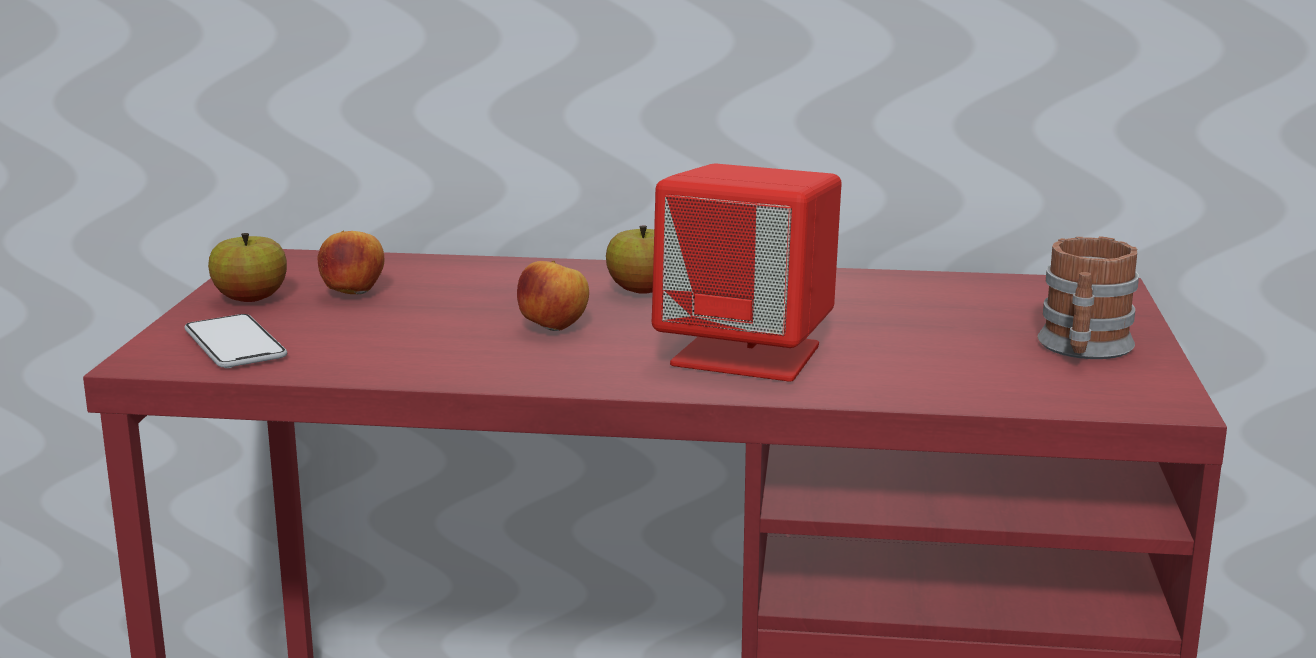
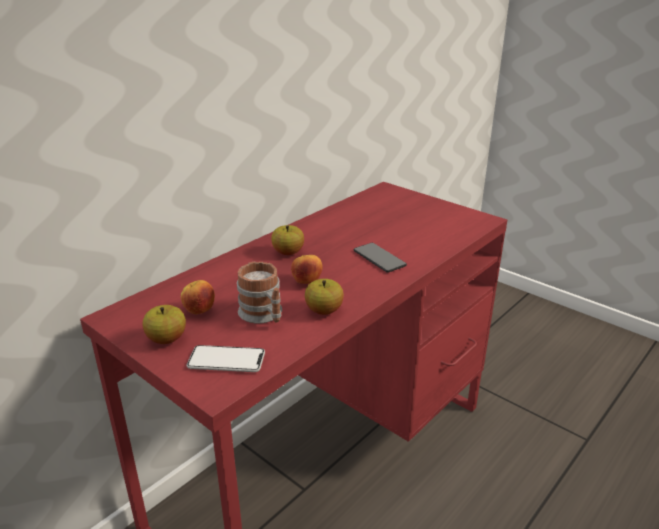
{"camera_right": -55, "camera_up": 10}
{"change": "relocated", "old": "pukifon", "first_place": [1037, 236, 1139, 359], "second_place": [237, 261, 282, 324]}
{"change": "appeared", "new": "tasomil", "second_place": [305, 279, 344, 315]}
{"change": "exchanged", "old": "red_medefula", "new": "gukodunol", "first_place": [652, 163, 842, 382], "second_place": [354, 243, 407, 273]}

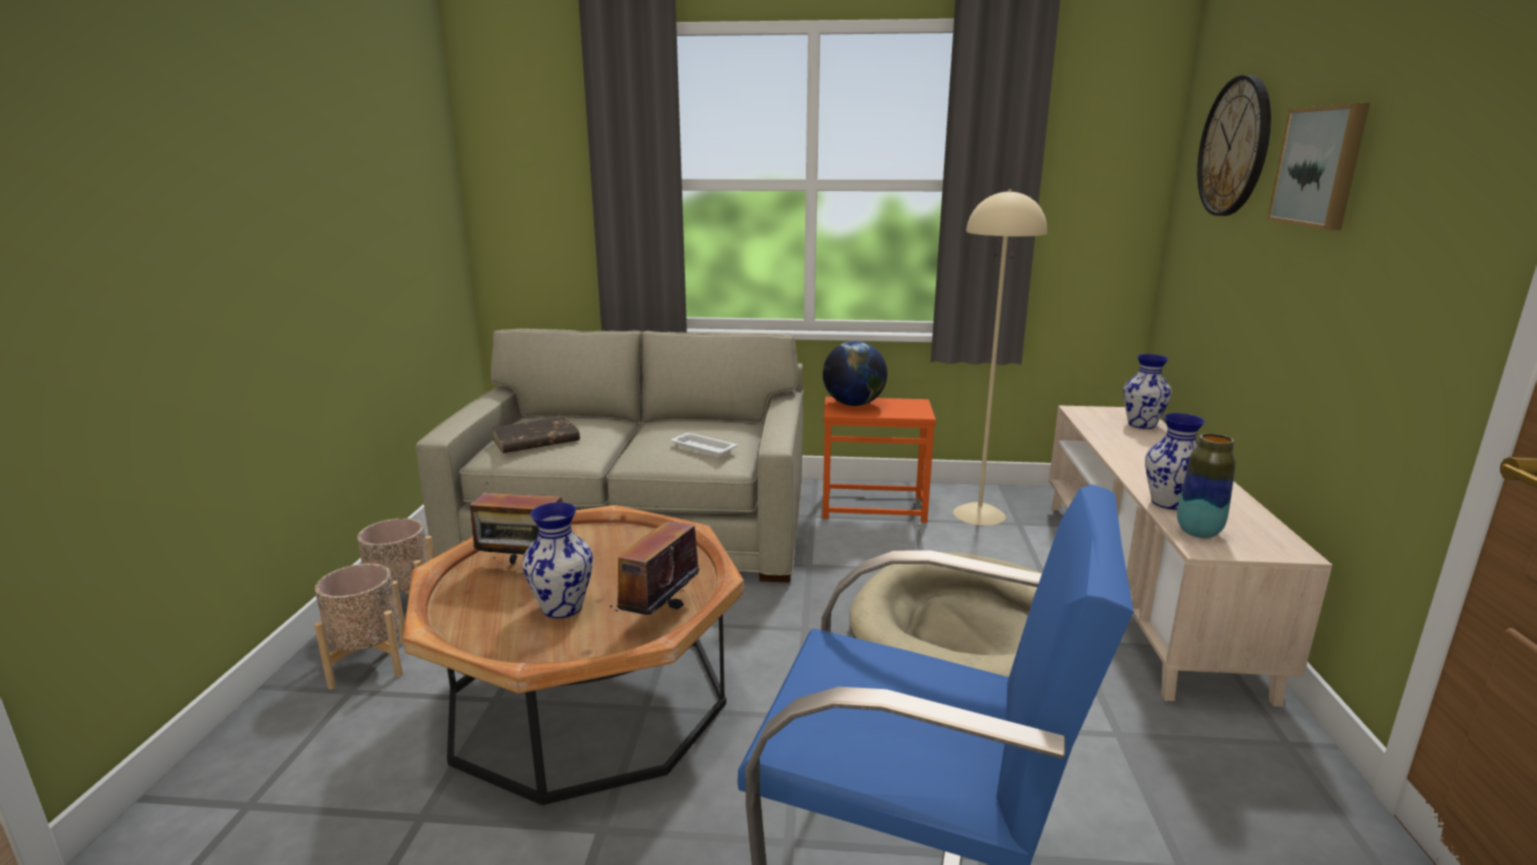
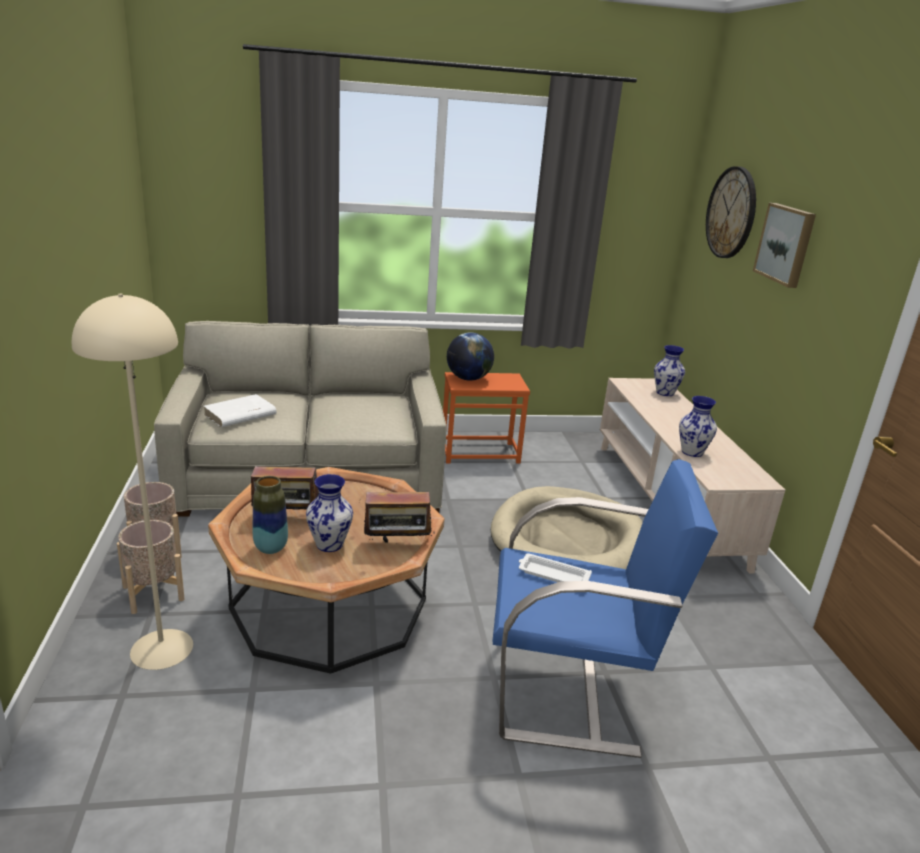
{"camera_right": -15, "camera_up": 5}
{"change": "relocated", "old": "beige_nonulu", "first_place": [953, 189, 1047, 526], "second_place": [72, 294, 193, 670]}
{"change": "colour", "old": "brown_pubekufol", "new": "white_pubekufol", "first_place": [491, 416, 580, 453], "second_place": [204, 394, 276, 427]}
{"change": "relocated", "old": "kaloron", "first_place": [1177, 433, 1236, 538], "second_place": [253, 476, 288, 554]}
{"change": "spun", "old": "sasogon", "first_place": [611, 505, 705, 615], "second_place": [364, 487, 435, 543], "degrees": -105}
{"change": "relocated", "old": "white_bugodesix", "first_place": [671, 433, 738, 456], "second_place": [519, 553, 592, 582]}

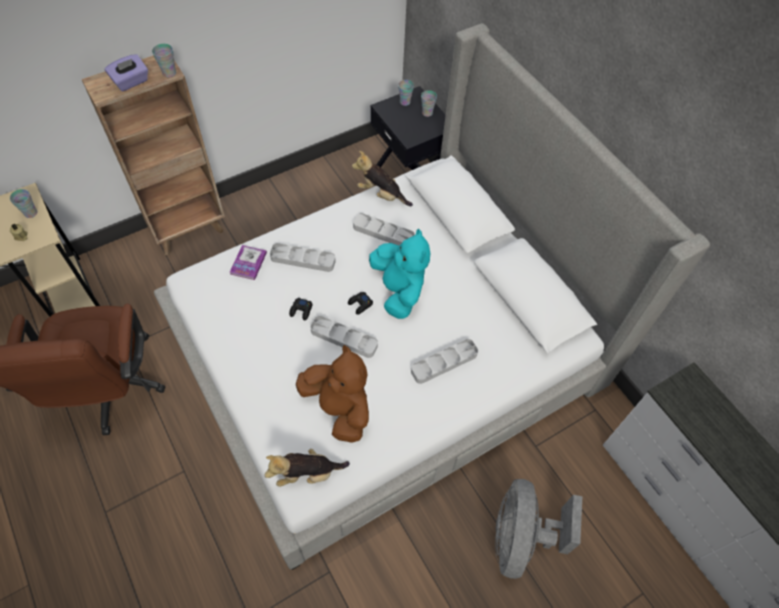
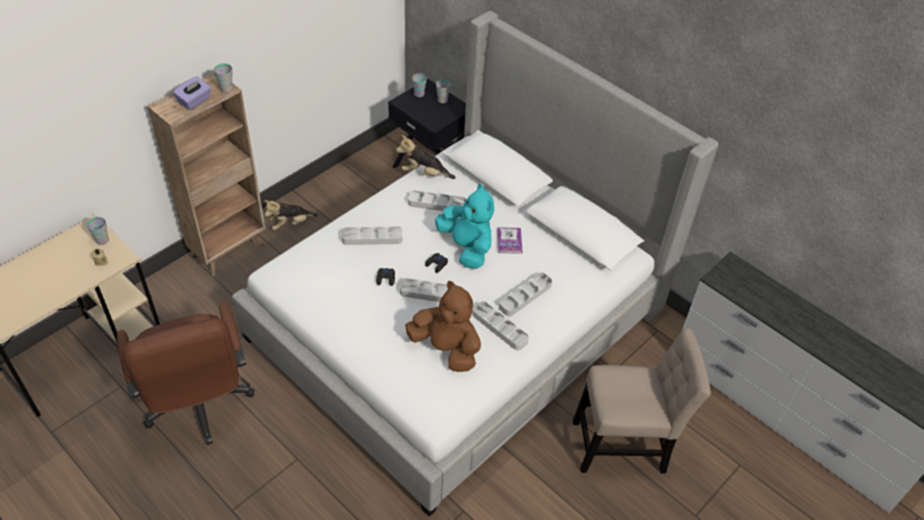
{"camera_right": -15, "camera_up": -10}
{"change": "relocated", "old": "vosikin", "first_place": [265, 449, 350, 487], "second_place": [264, 200, 318, 230]}
{"change": "appeared", "new": "grey_bugodesix", "second_place": [472, 301, 529, 351]}
{"change": "relocated", "old": "pubekufol", "first_place": [230, 245, 267, 280], "second_place": [497, 227, 522, 254]}
{"change": "exchanged", "old": "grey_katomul", "new": "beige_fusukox", "first_place": [495, 479, 582, 579], "second_place": [573, 328, 711, 474]}

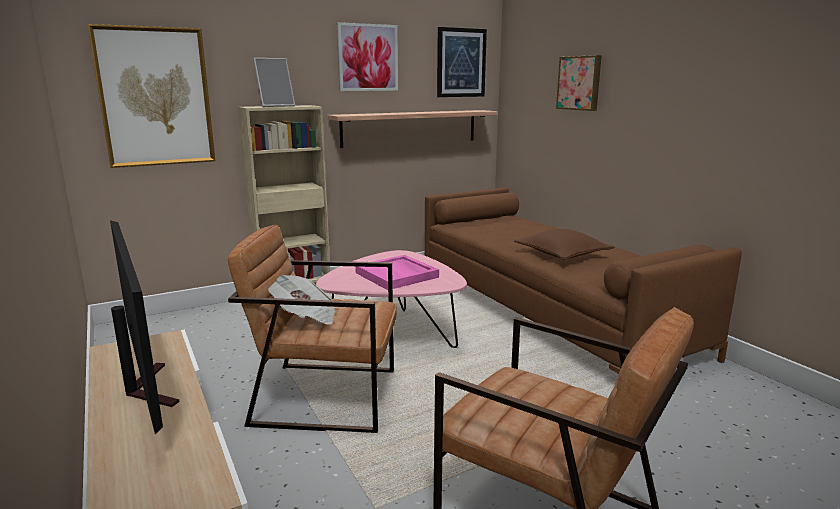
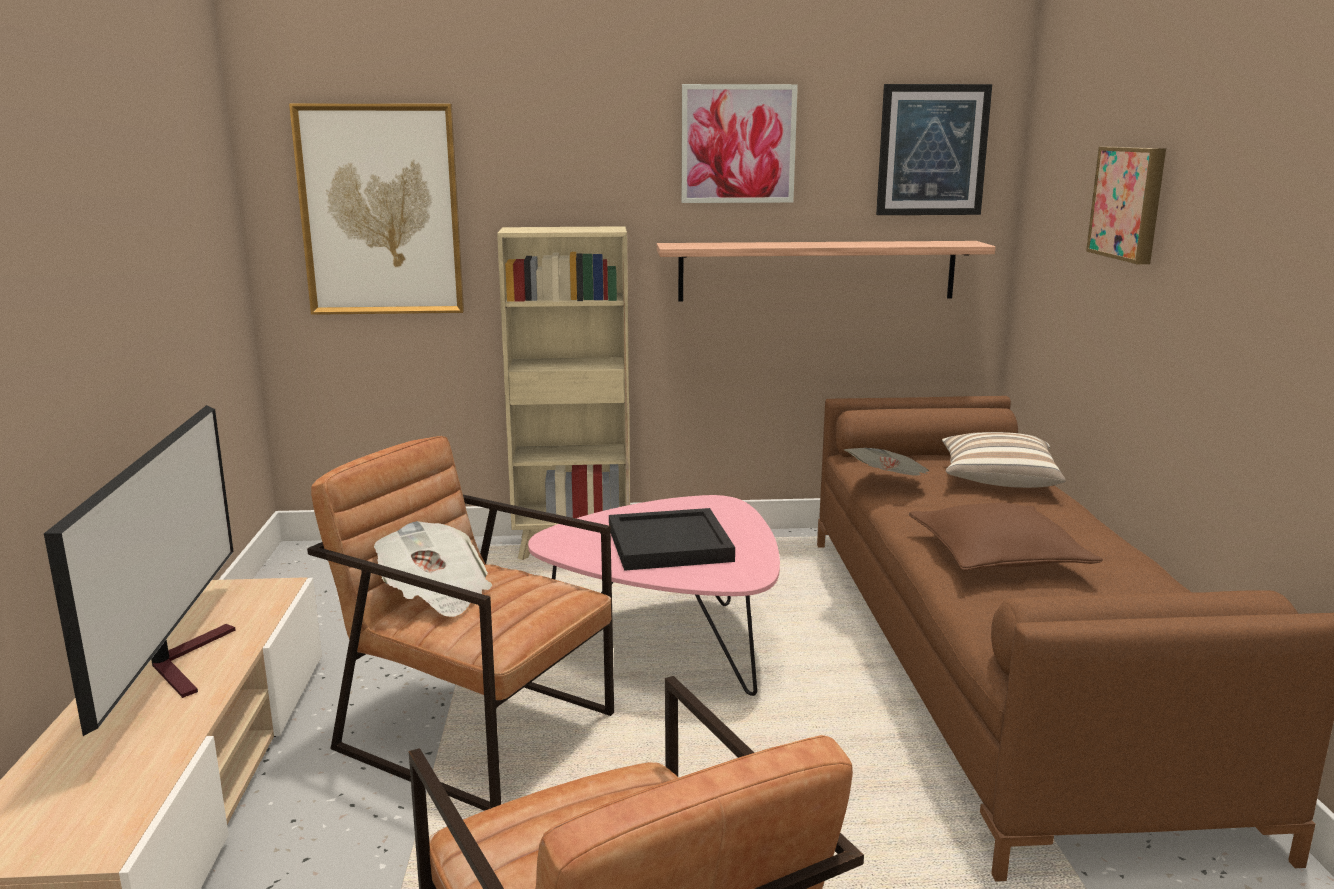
{"camera_right": 25, "camera_up": 0}
{"change": "colour", "old": "pink_bugodesix", "new": "black_bugodesix", "first_place": [355, 255, 439, 290], "second_place": [609, 508, 735, 571]}
{"change": "appeared", "new": "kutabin", "second_place": [843, 448, 929, 476]}
{"change": "appeared", "new": "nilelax", "second_place": [942, 432, 1066, 488]}
{"change": "missing", "old": "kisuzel", "first_place": [253, 58, 295, 107]}

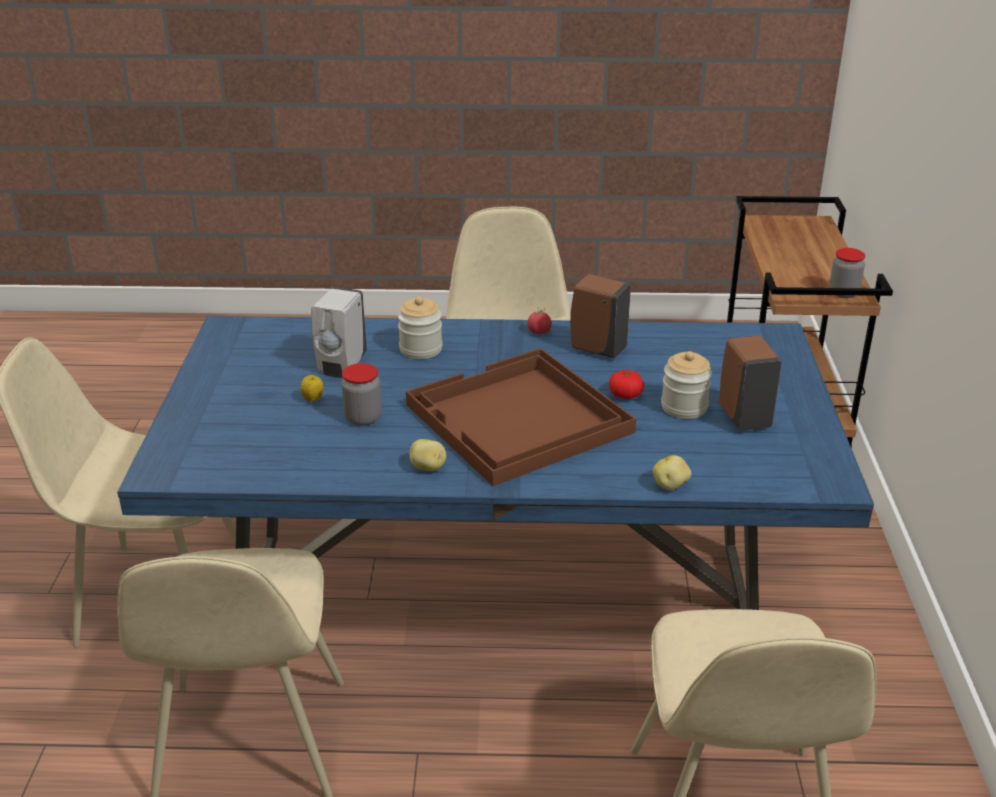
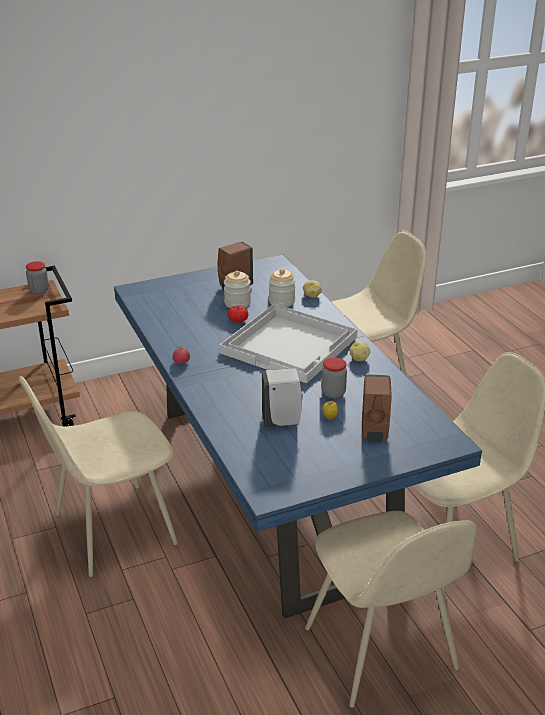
{"camera_right": -115, "camera_up": 0}
{"change": "colour", "old": "brown_bugodesix", "new": "white_bugodesix", "first_place": [406, 348, 636, 486], "second_place": [219, 303, 358, 383]}
{"change": "relocated", "old": "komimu", "first_place": [398, 296, 442, 359], "second_place": [269, 269, 296, 307]}
{"change": "relocated", "old": "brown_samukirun", "first_place": [570, 274, 631, 358], "second_place": [362, 374, 392, 442]}

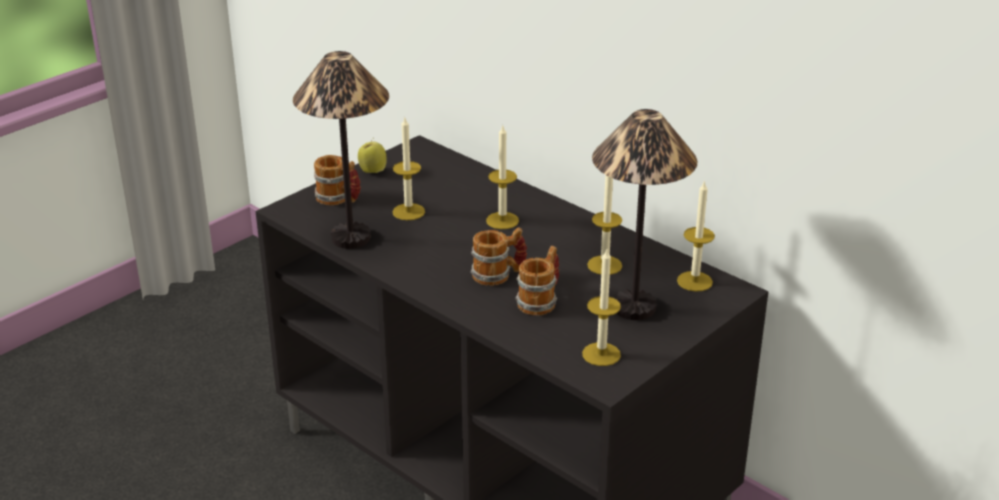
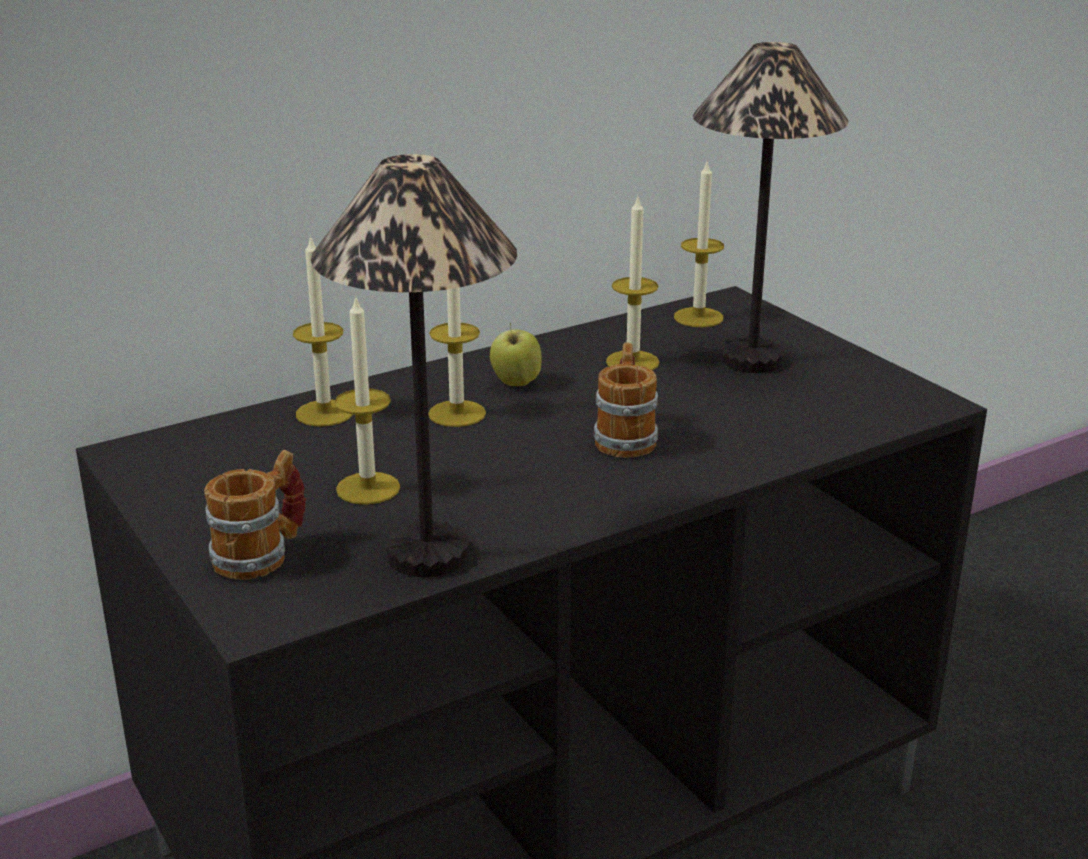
{"camera_right": -75, "camera_up": -5}
{"change": "relocated", "old": "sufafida", "first_place": [582, 249, 621, 366], "second_place": [293, 235, 353, 427]}
{"change": "relocated", "old": "tasomil", "first_place": [358, 138, 387, 173], "second_place": [490, 322, 542, 386]}
{"change": "missing", "old": "pukifon", "first_place": [516, 246, 559, 315]}

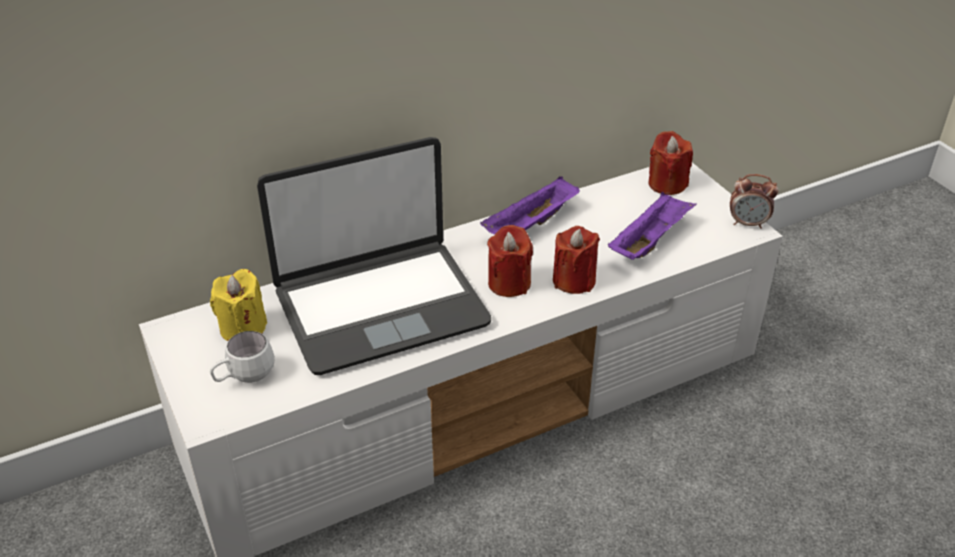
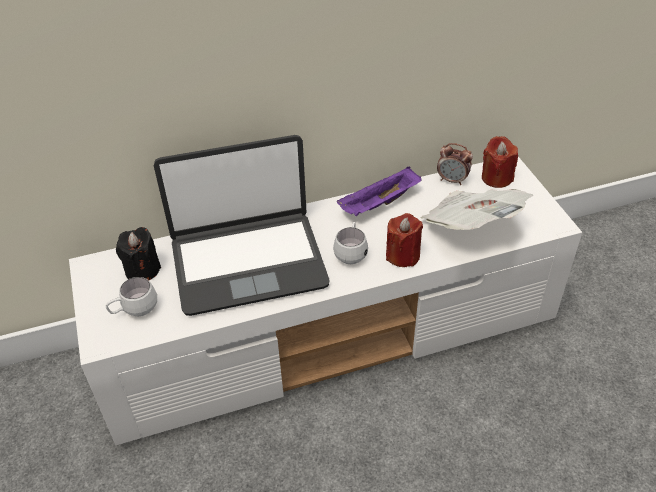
{"camera_right": 10, "camera_up": 5}
{"change": "colour", "old": "yellow_sufafida", "new": "black_sufafida", "first_place": [210, 269, 267, 341], "second_place": [116, 227, 161, 280]}
{"change": "exchanged", "old": "red_sufafida", "new": "white_pukifon", "first_place": [487, 225, 533, 297], "second_place": [333, 222, 368, 264]}
{"change": "exchanged", "old": "purple_bugodesix", "new": "kutabin", "first_place": [608, 192, 696, 260], "second_place": [420, 189, 533, 230]}
{"change": "relocated", "old": "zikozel", "first_place": [730, 174, 778, 229], "second_place": [437, 143, 473, 185]}

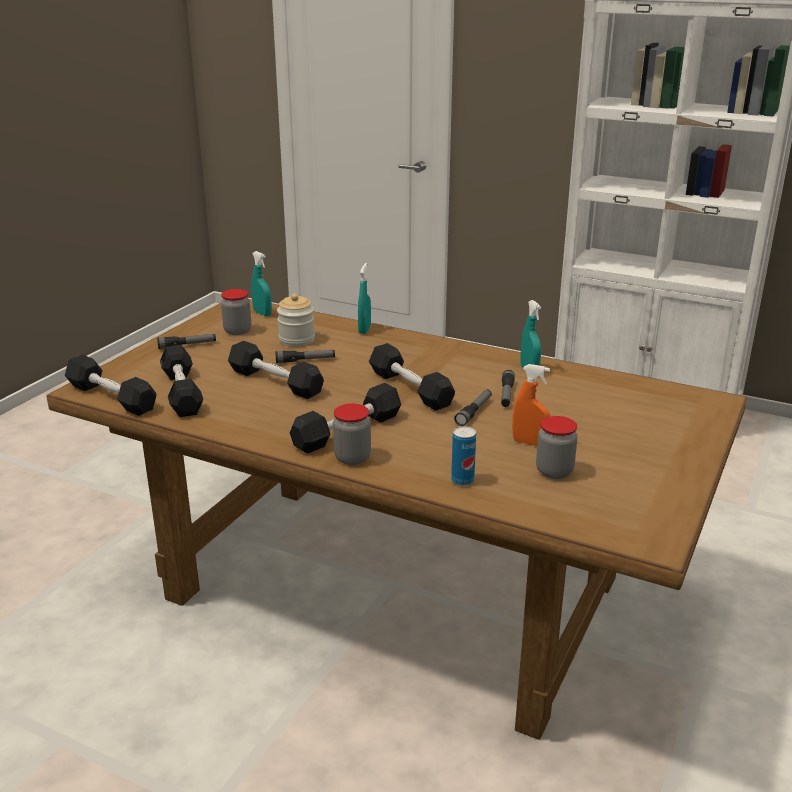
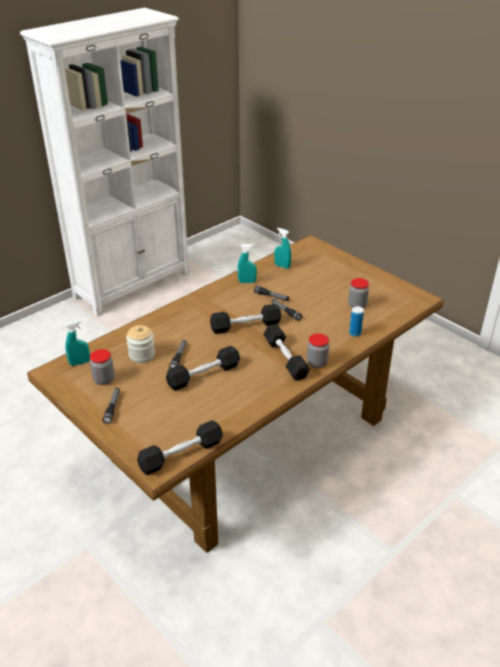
{"camera_right": -70, "camera_up": 10}
{"change": "relocated", "old": "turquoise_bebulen", "first_place": [358, 263, 371, 334], "second_place": [274, 228, 291, 269]}
{"change": "missing", "old": "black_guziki", "first_place": [160, 345, 203, 417]}
{"change": "missing", "old": "orange_bebulen", "first_place": [512, 364, 550, 446]}

